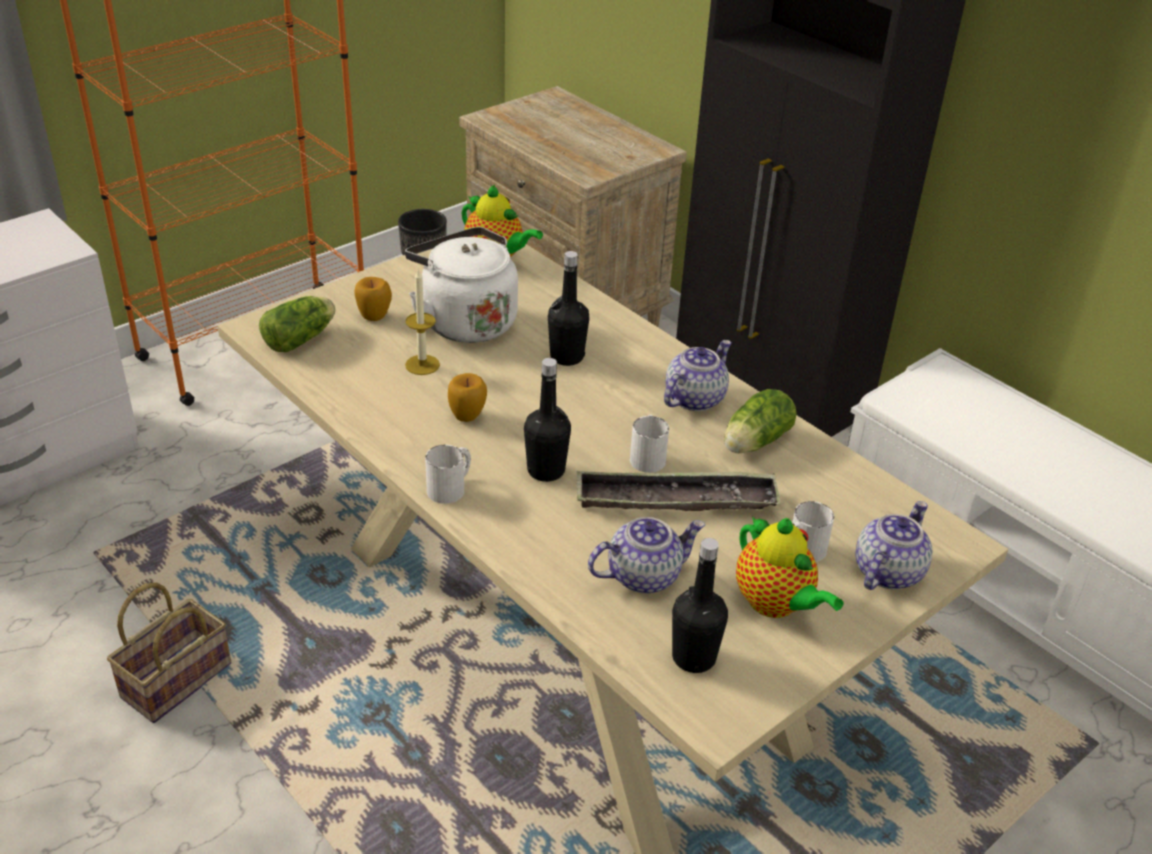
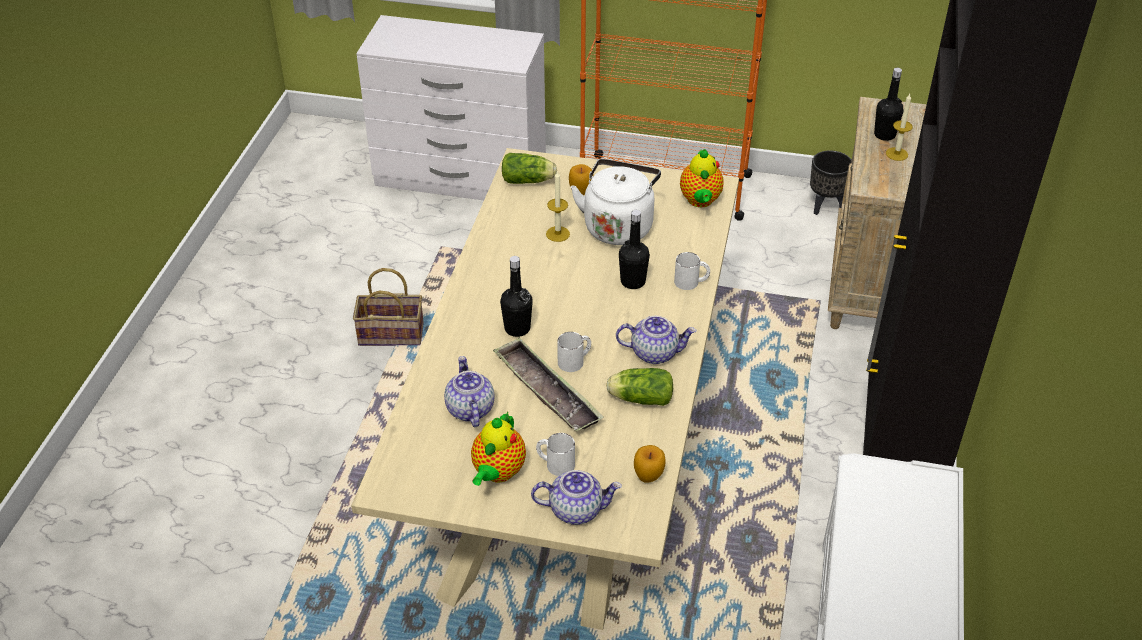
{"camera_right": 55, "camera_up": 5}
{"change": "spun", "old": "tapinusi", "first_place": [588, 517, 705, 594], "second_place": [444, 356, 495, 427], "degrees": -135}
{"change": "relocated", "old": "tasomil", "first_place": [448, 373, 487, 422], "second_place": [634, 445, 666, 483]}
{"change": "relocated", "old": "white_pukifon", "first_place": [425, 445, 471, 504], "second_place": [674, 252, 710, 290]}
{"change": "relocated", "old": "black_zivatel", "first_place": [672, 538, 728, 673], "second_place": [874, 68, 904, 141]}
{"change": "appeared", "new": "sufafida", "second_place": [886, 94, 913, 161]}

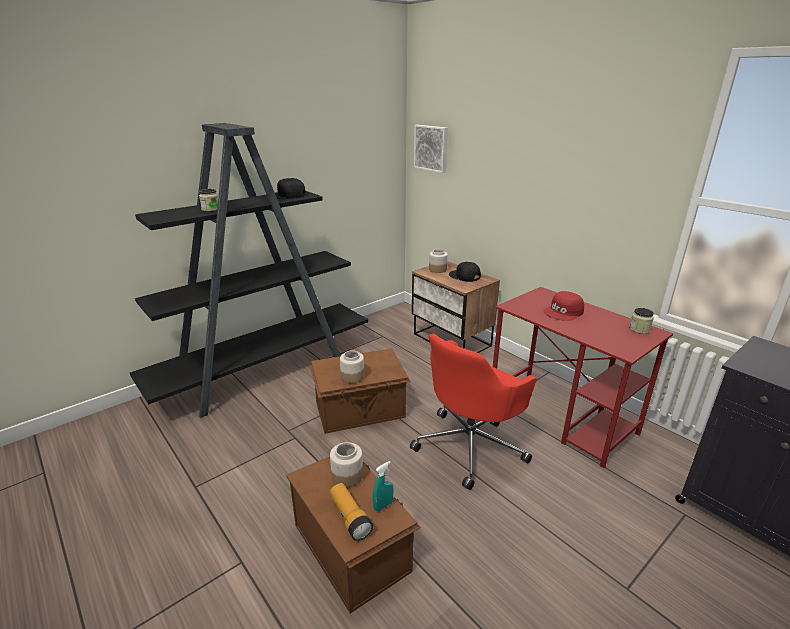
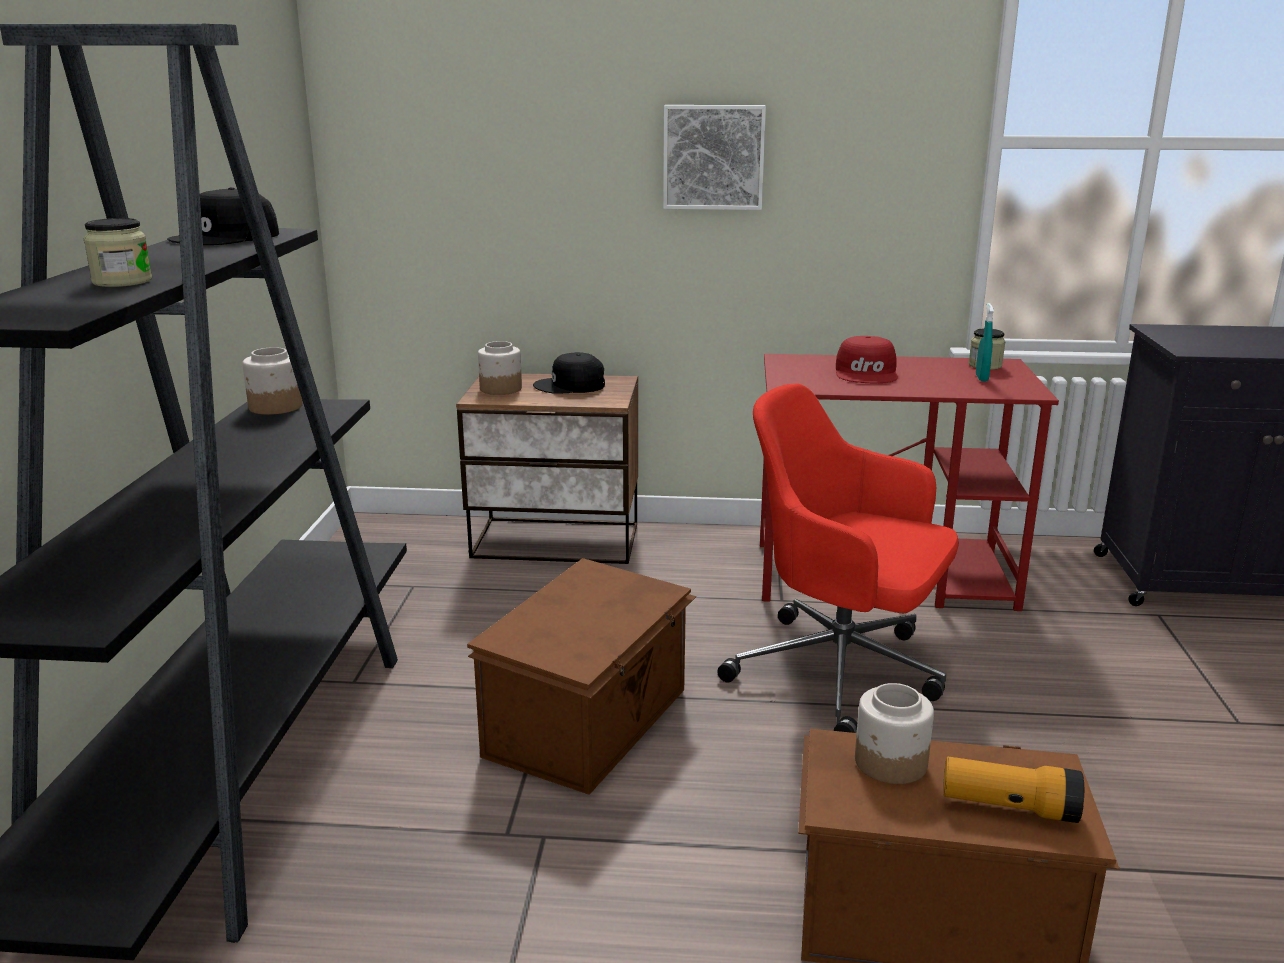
{"camera_right": -45, "camera_up": -5}
{"change": "relocated", "old": "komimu", "first_place": [340, 350, 364, 383], "second_place": [242, 347, 303, 415]}
{"change": "relocated", "old": "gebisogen", "first_place": [414, 125, 448, 173], "second_place": [663, 105, 766, 210]}
{"change": "spun", "old": "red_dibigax", "first_place": [410, 333, 537, 490], "second_place": [717, 384, 959, 733], "degrees": 120}
{"change": "relocated", "old": "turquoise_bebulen", "first_place": [373, 461, 393, 511], "second_place": [976, 303, 994, 382]}

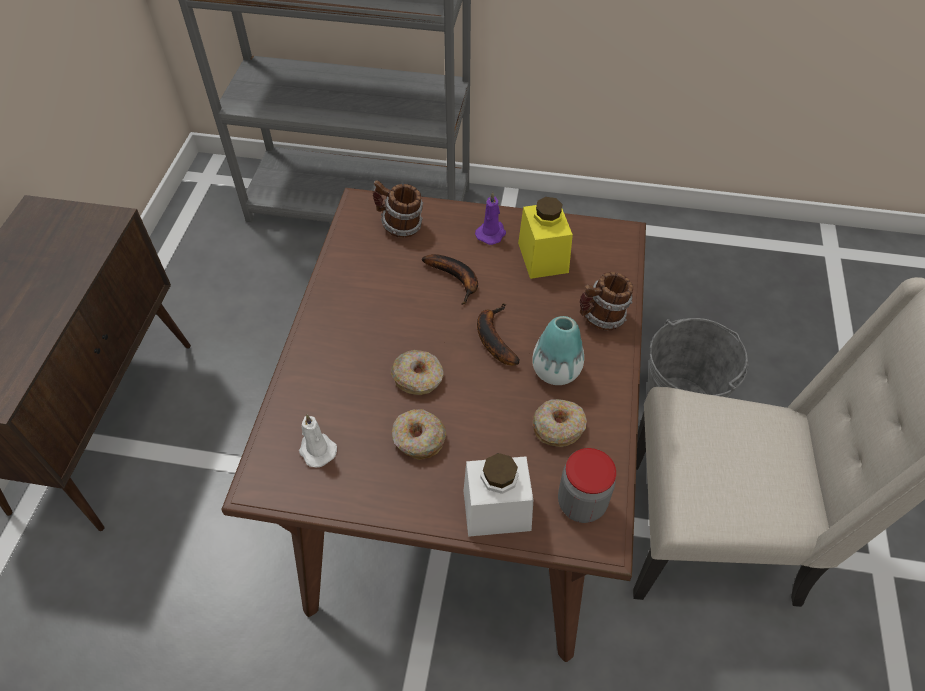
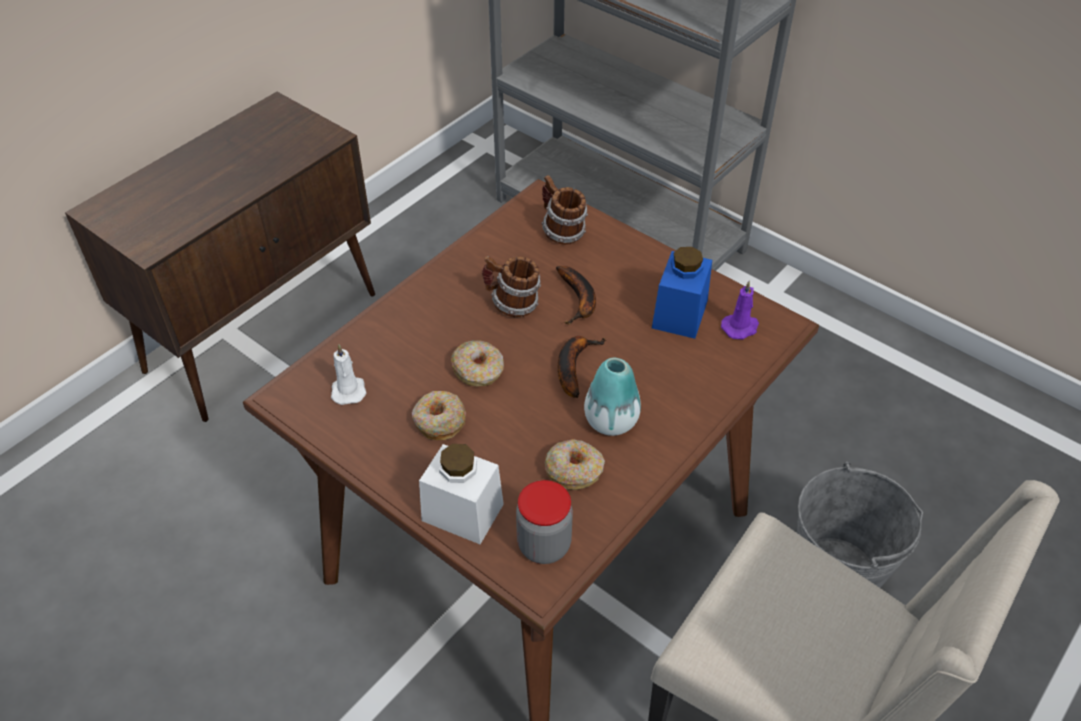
{"camera_right": 30, "camera_up": -5}
{"change": "relocated", "old": "pukifon", "first_place": [580, 272, 633, 331], "second_place": [482, 256, 541, 317]}
{"change": "colour", "old": "yellow_komimu", "new": "blue_komimu", "first_place": [518, 197, 573, 279], "second_place": [652, 247, 712, 339]}
{"change": "relocated", "old": "purple_sufafida", "first_place": [475, 192, 506, 245], "second_place": [721, 280, 759, 340]}

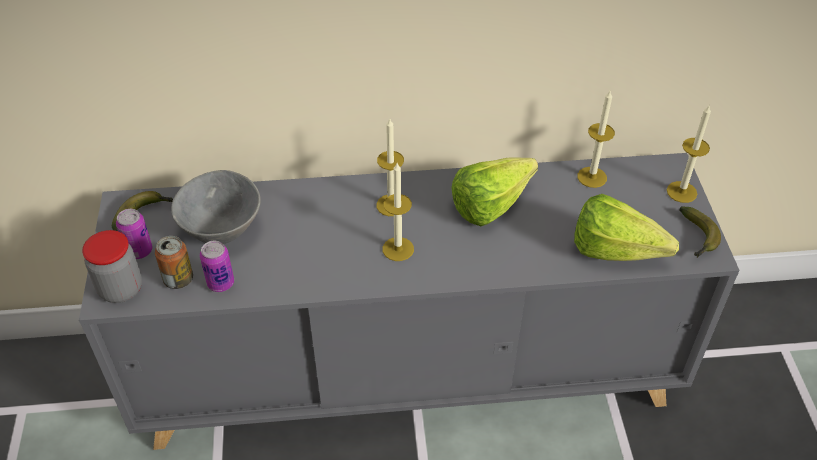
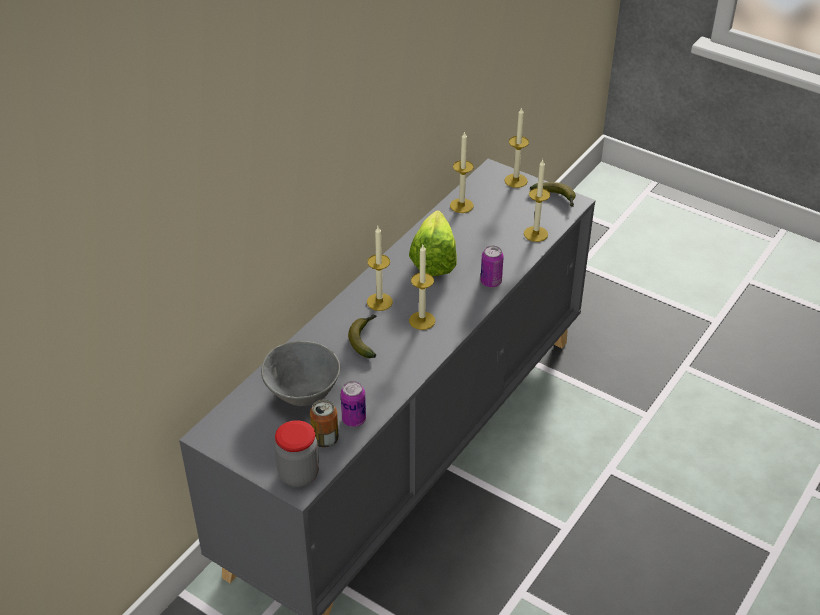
{"camera_right": -50, "camera_up": -5}
{"change": "relocated", "old": "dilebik", "first_place": [112, 191, 173, 231], "second_place": [348, 315, 376, 358]}
{"change": "relocated", "old": "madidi", "first_place": [116, 209, 152, 259], "second_place": [481, 246, 504, 287]}
{"change": "exchanged", "old": "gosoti", "new": "sufafida", "first_place": [574, 194, 679, 261], "second_place": [524, 160, 550, 242]}

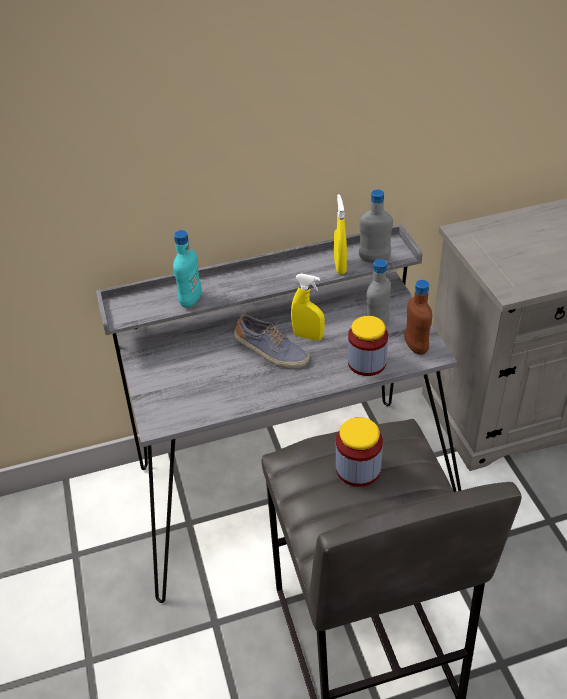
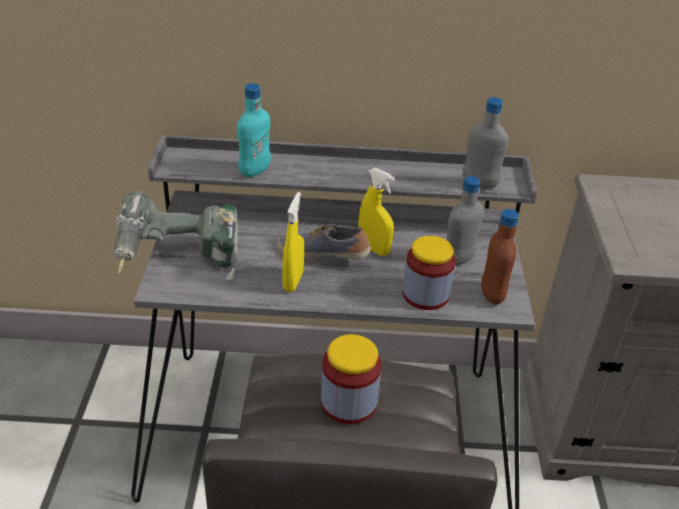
{"camera_right": 15, "camera_up": -5}
{"change": "appeared", "new": "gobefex", "second_place": [114, 191, 238, 281]}
{"change": "spun", "old": "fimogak", "first_place": [234, 314, 310, 368], "second_place": [277, 224, 371, 260], "degrees": 150}
{"change": "relocated", "old": "yellow_bebulen", "first_place": [334, 194, 347, 274], "second_place": [282, 192, 304, 292]}

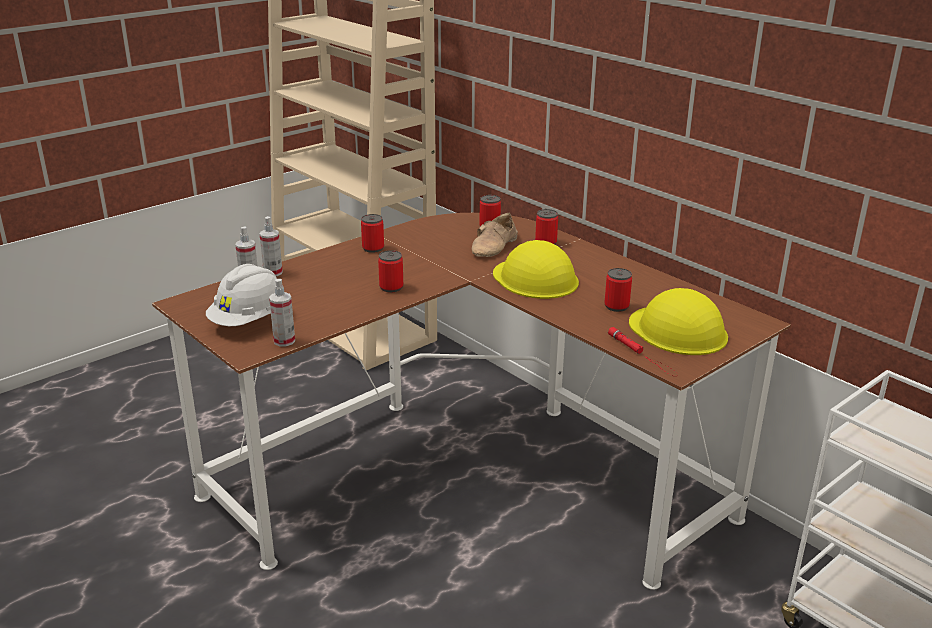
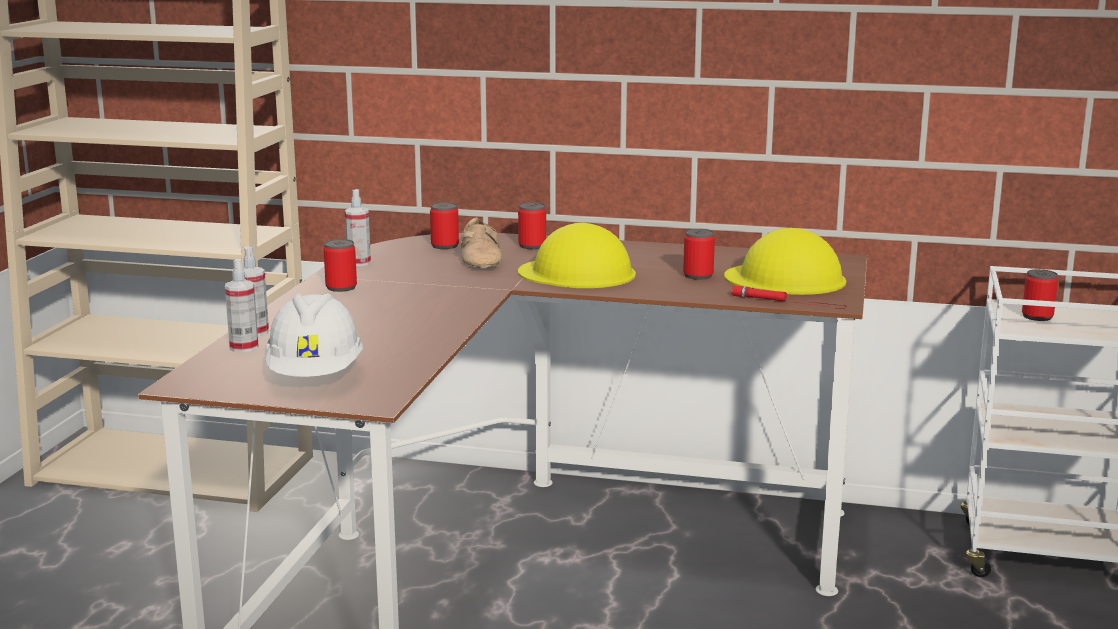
{"camera_right": -35, "camera_up": -10}
{"change": "relocated", "old": "bebulen", "first_place": [269, 279, 295, 346], "second_place": [345, 189, 371, 266]}
{"change": "relocated", "old": "madidi", "first_place": [378, 250, 403, 292], "second_place": [1022, 269, 1058, 321]}

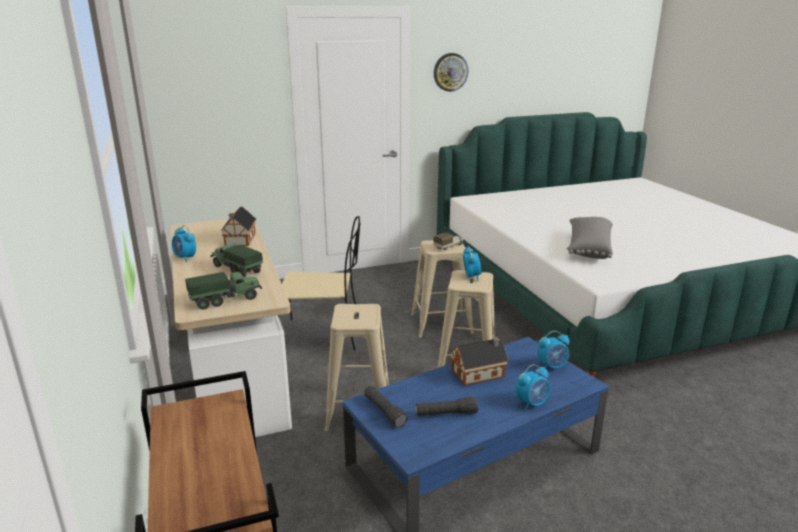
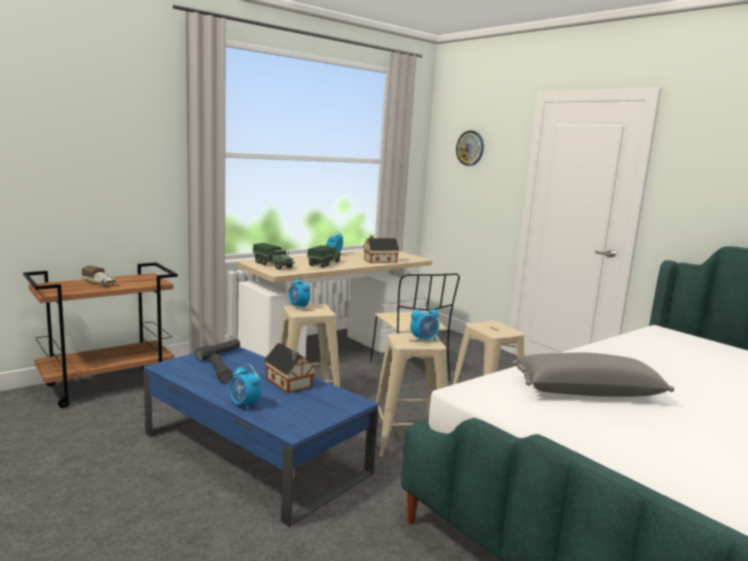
{"camera_right": 70, "camera_up": -10}
{"change": "relocated", "old": "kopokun", "first_place": [434, 233, 463, 250], "second_place": [82, 266, 116, 287]}
{"change": "relocated", "old": "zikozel", "first_place": [537, 331, 569, 368], "second_place": [289, 276, 310, 310]}
{"change": "relocated", "old": "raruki", "first_place": [434, 53, 468, 92], "second_place": [456, 131, 484, 166]}

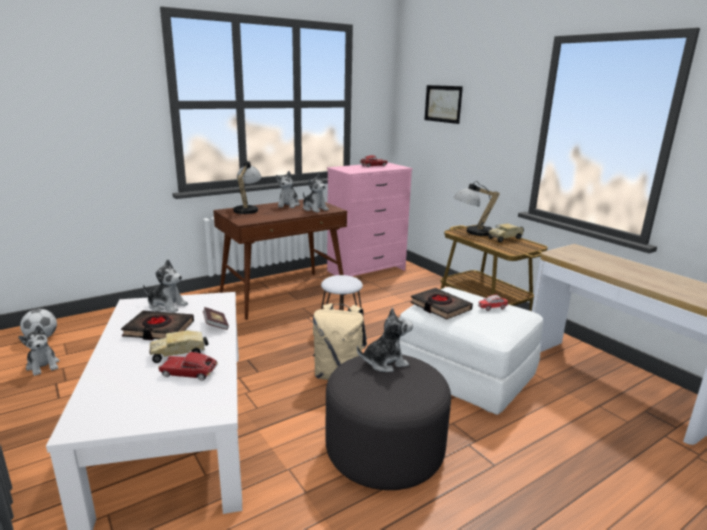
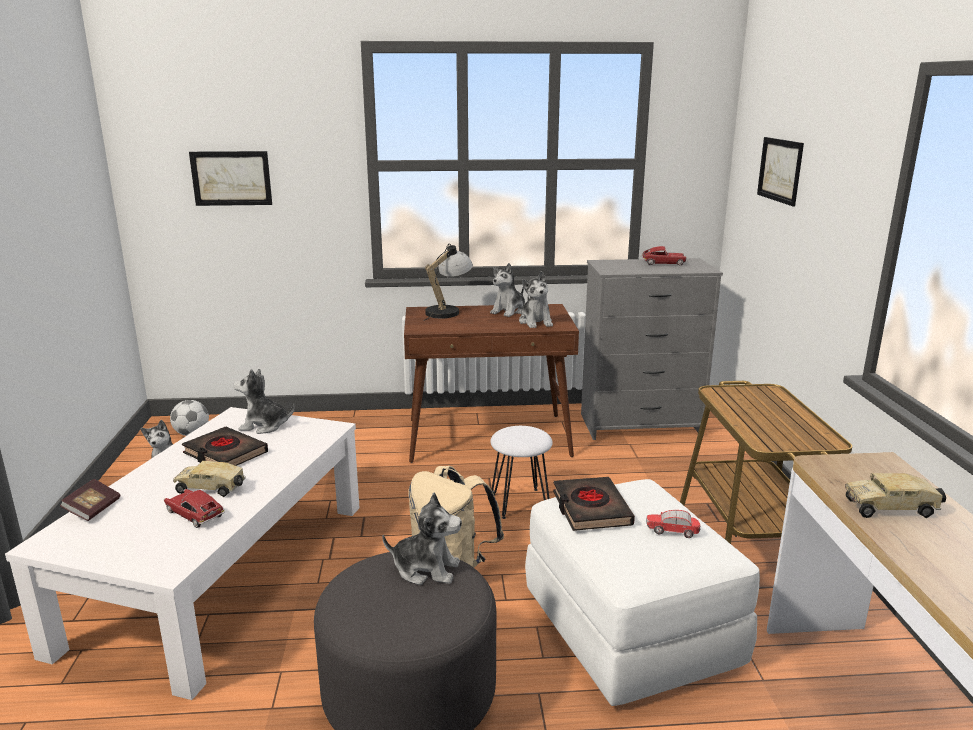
{"camera_right": 30, "camera_up": 0}
{"change": "relocated", "old": "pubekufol", "first_place": [203, 307, 229, 330], "second_place": [60, 479, 120, 521]}
{"change": "appeared", "new": "gebisogen", "second_place": [189, 151, 272, 206]}
{"change": "spun", "old": "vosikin", "first_place": [143, 259, 188, 313], "second_place": [233, 369, 295, 434], "degrees": 135}
{"change": "colour", "old": "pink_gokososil", "new": "grey_gokososil", "first_place": [327, 162, 413, 276], "second_place": [581, 258, 723, 440]}
{"change": "relocated", "old": "kopokun", "first_place": [488, 223, 524, 243], "second_place": [845, 473, 946, 518]}
{"change": "missing", "old": "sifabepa", "first_place": [454, 181, 500, 236]}

